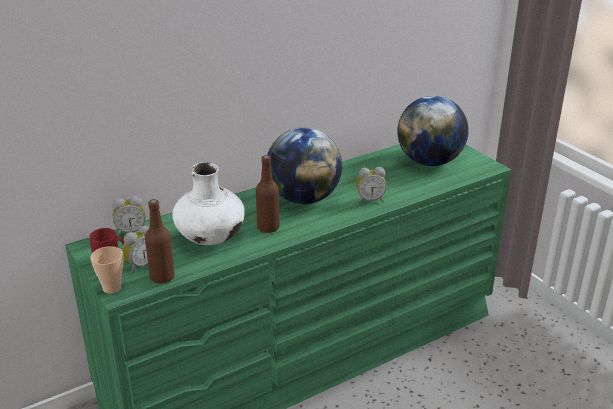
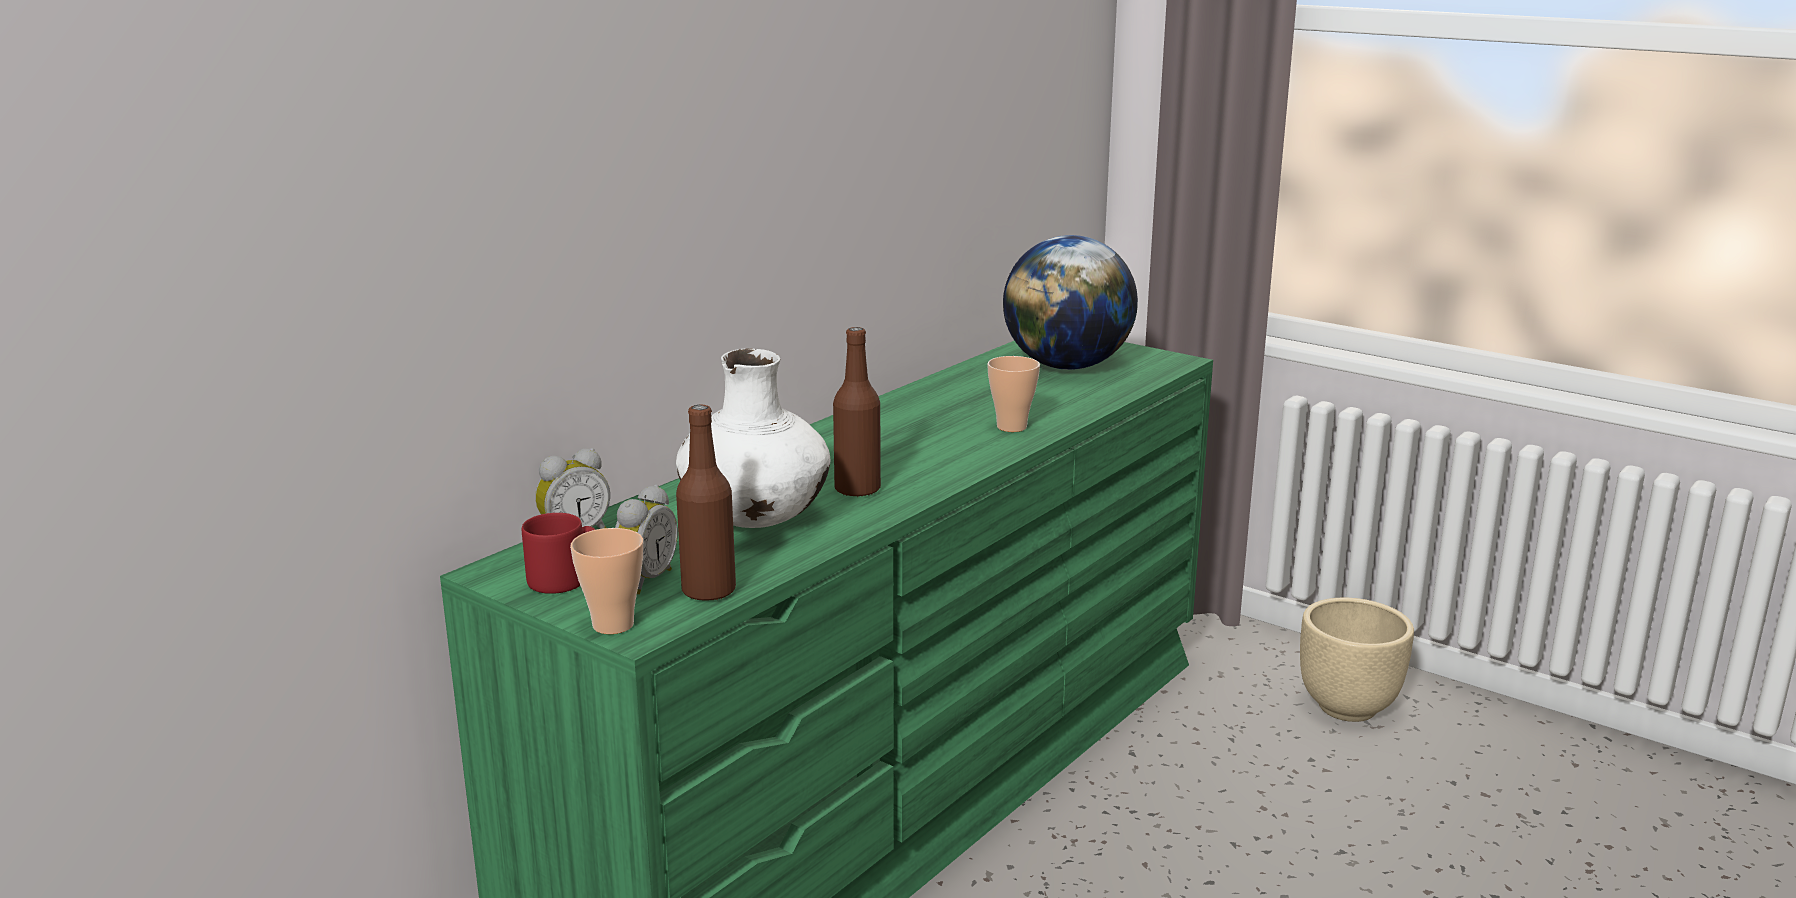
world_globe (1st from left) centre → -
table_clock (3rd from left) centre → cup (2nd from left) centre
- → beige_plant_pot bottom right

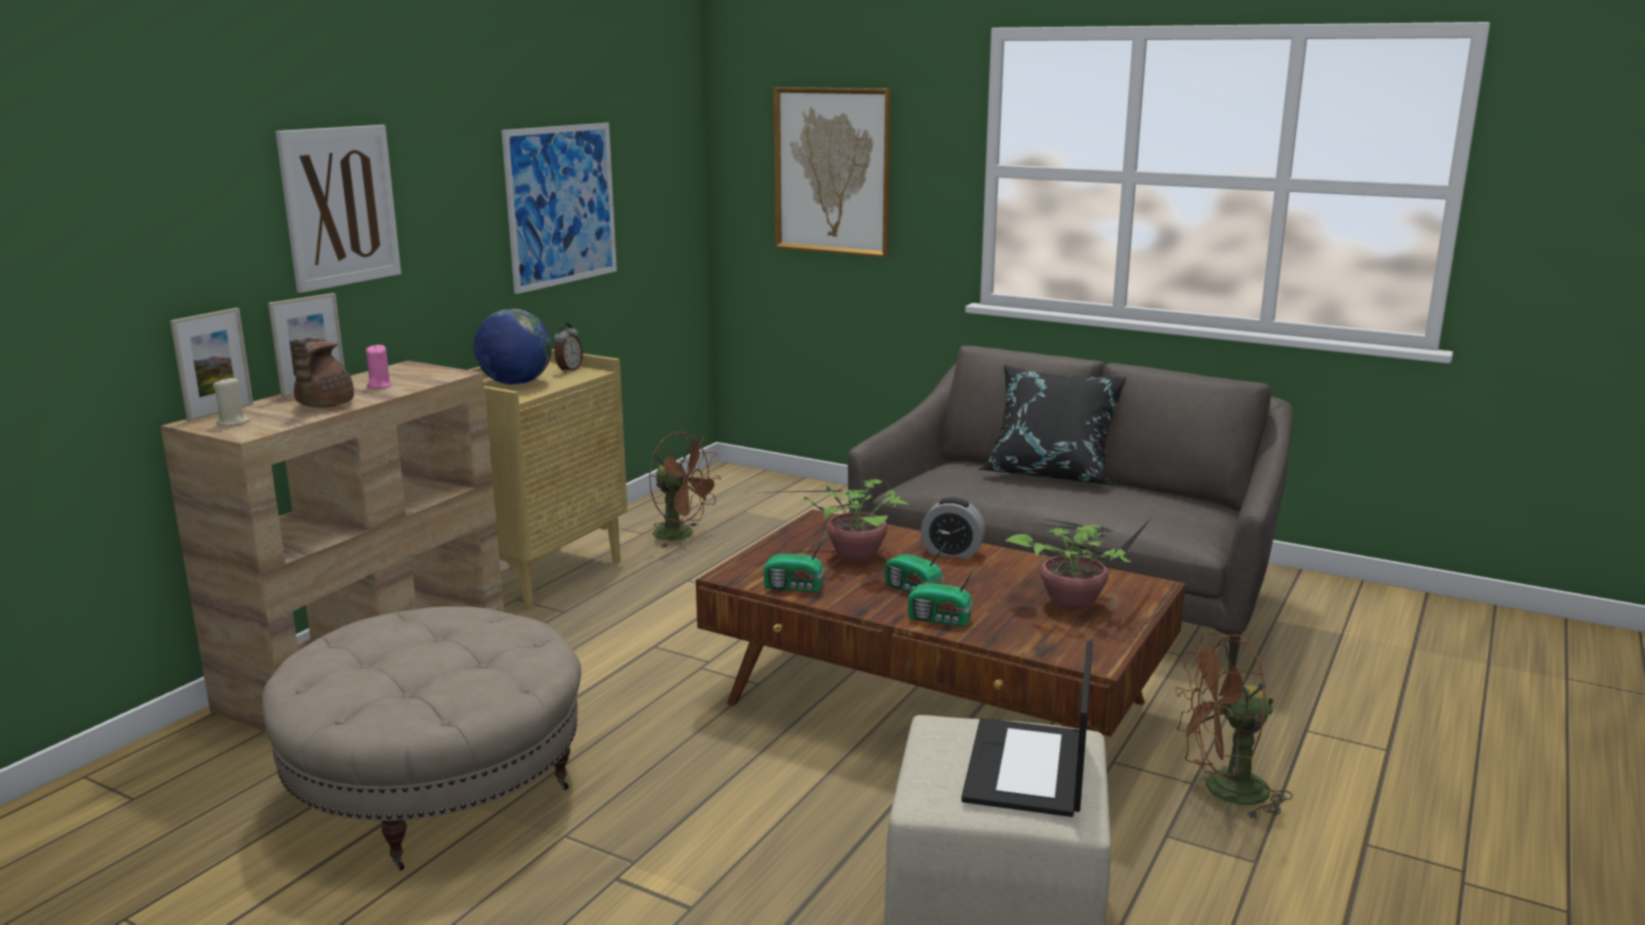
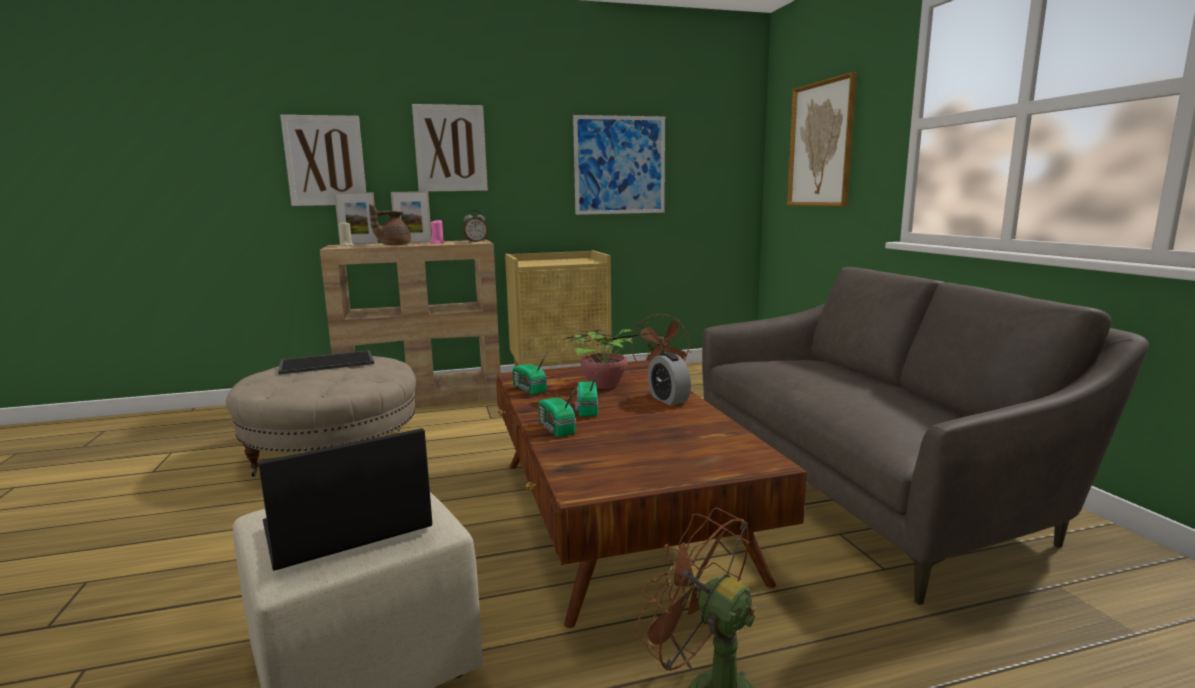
world_globe middle left → -
table_clock (1st from left) centre → table_clock (1st from left) top centre, moved
black-coloured_throw_pillow centre → -
houseplant (2nd from left) centre → -
- → picture (1st from left) top left
- → carrying_tray middle left

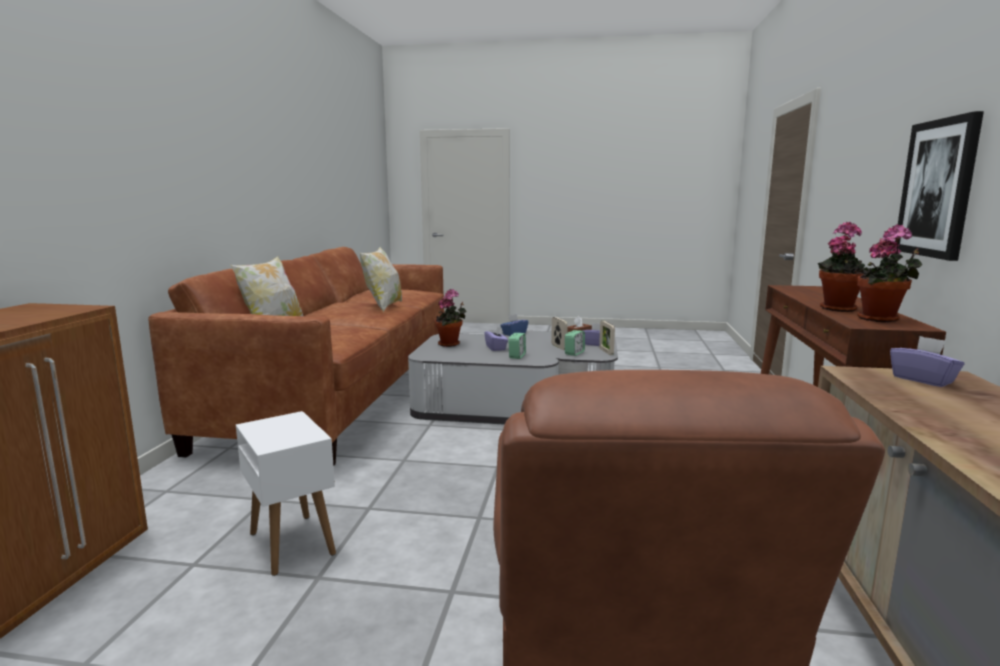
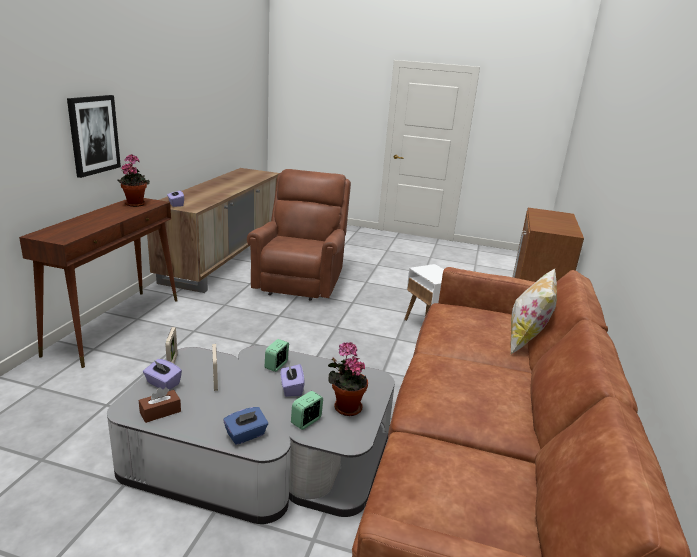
houseplant (2nd from left) middle right → -
throw_pillow (2nd from left) centre → -
table_clock (2nd from left) centre → table_clock (2nd from left) bottom centre, moved

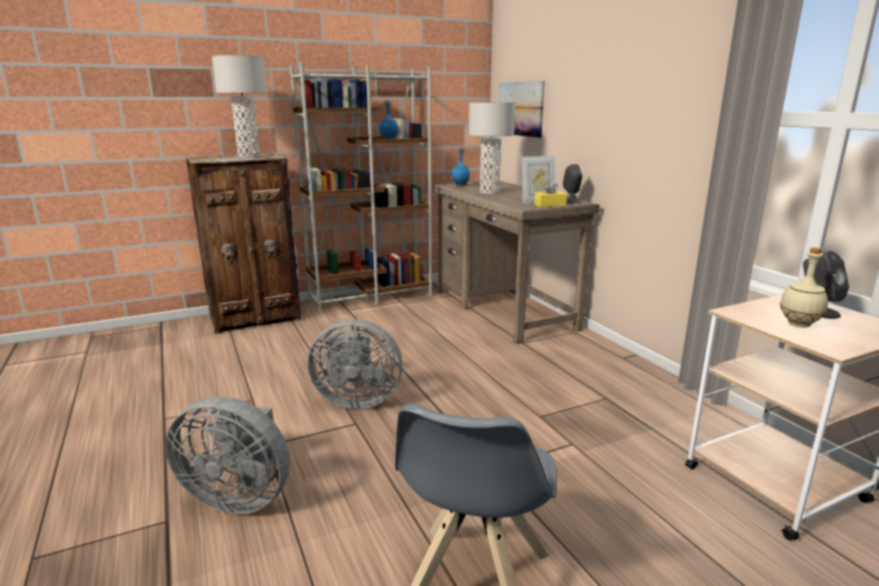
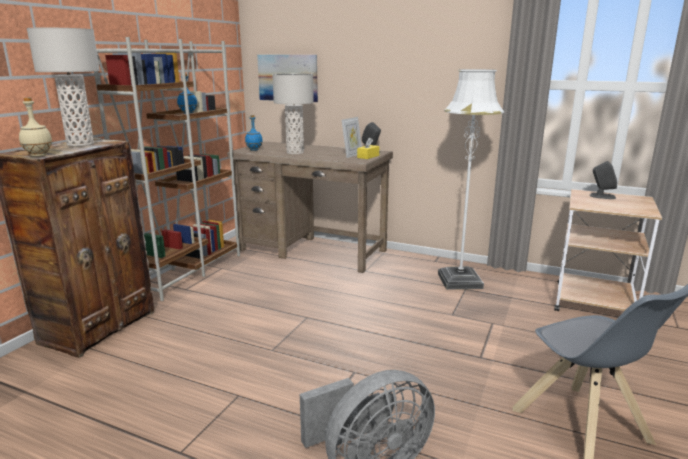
beige_drink_bottle middle right → beige_drink_bottle top left, moved
greyish_fan (2nd from left) centre → -
- → white_floor_lamp middle right

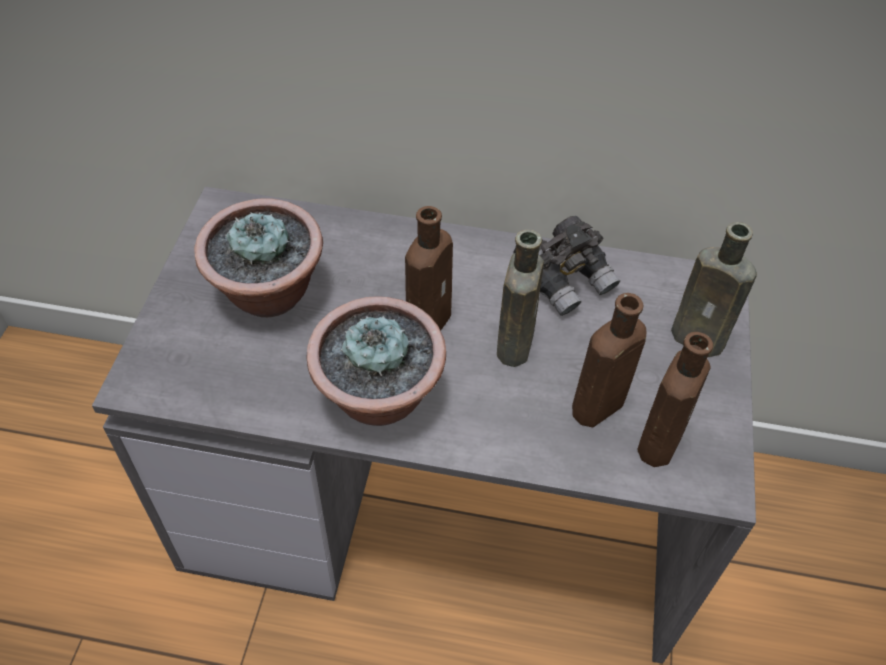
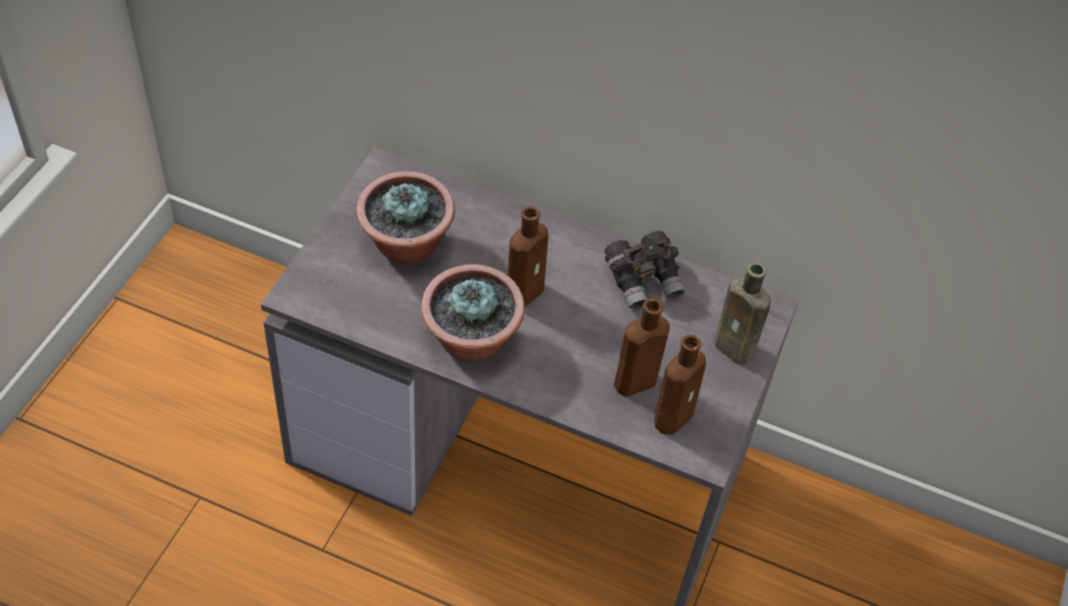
brown-coloured_drink_bottle (2nd from left) centre → -

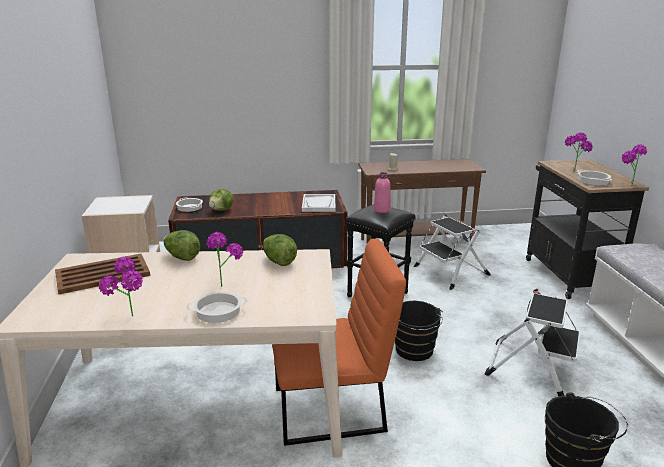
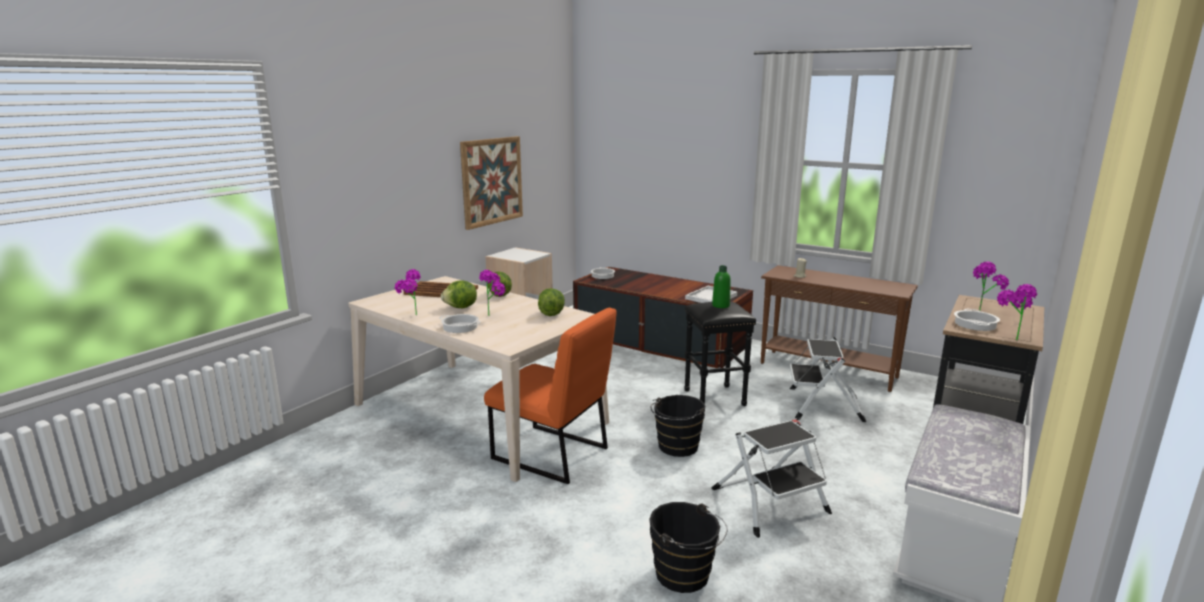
pink-coloured_drink_bottle centre → green_drink_bottle centre
head_of_lettuce (2nd from left in the first image) middle left → head_of_lettuce (1st from left) centre, moved
- → picture top centre

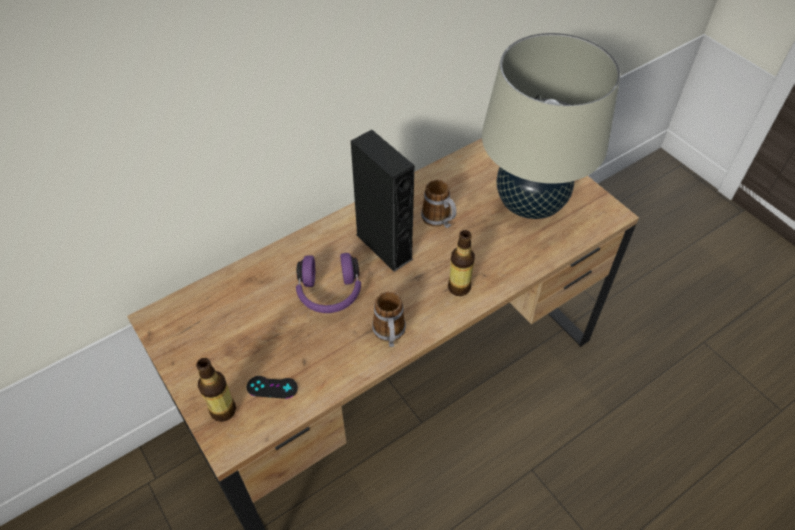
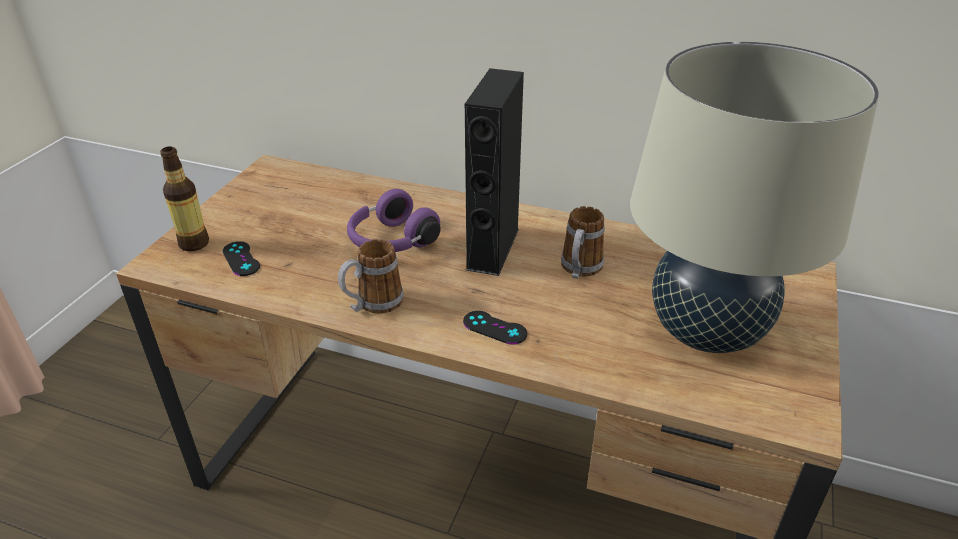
drink_bottle (2nd from left) centre → black-coloured_joypad (2nd from left) centre

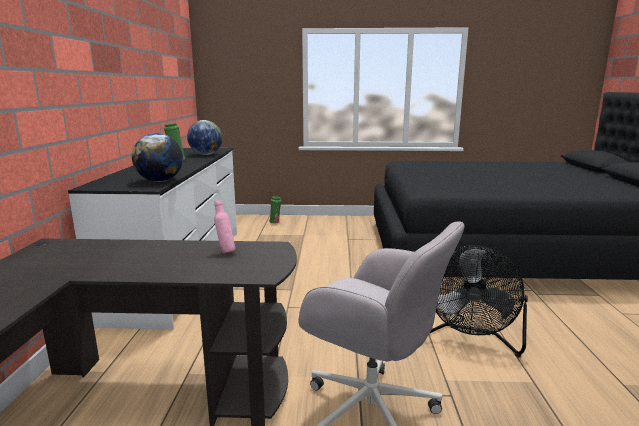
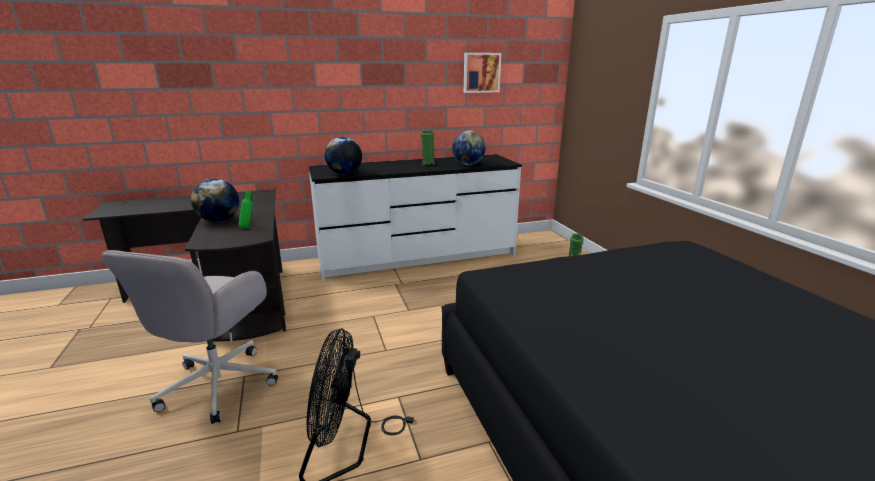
pink-coloured_drink_bottle centre → green_drink_bottle middle left
- → picture top centre
- → world_globe (1st from left) middle left

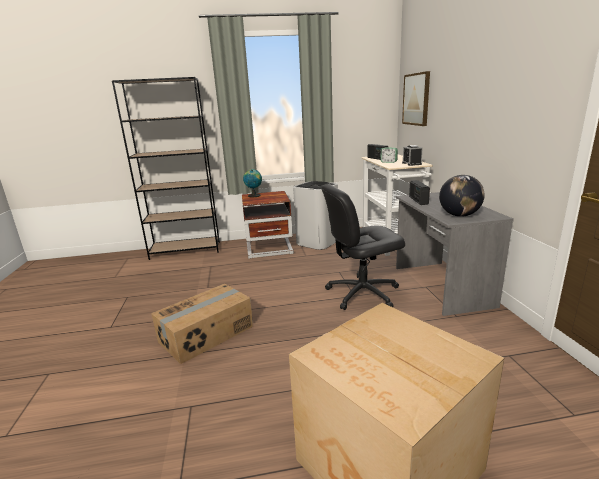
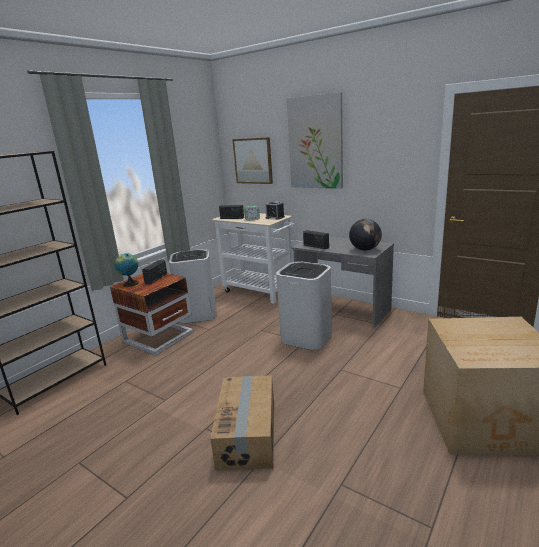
black-coloured_office_chair centre → white_trash_can (2nd from left) centre
- → picture (2nd from left) top centre
- → radio (1st from left) middle left

